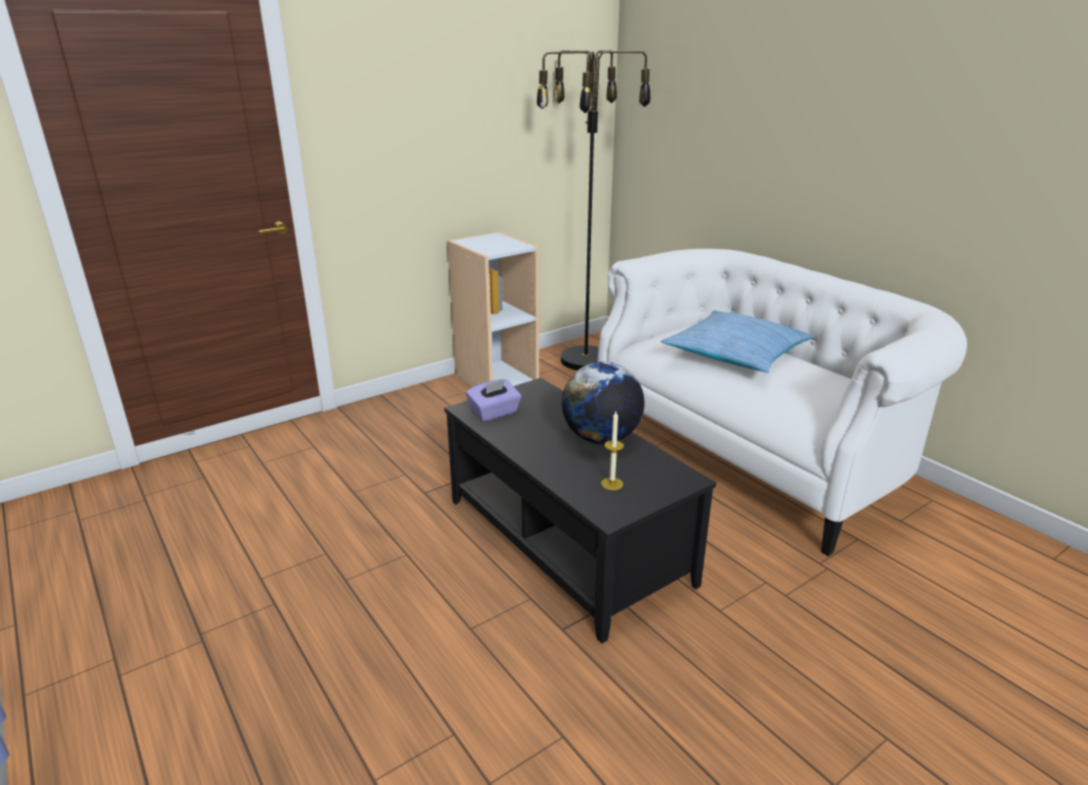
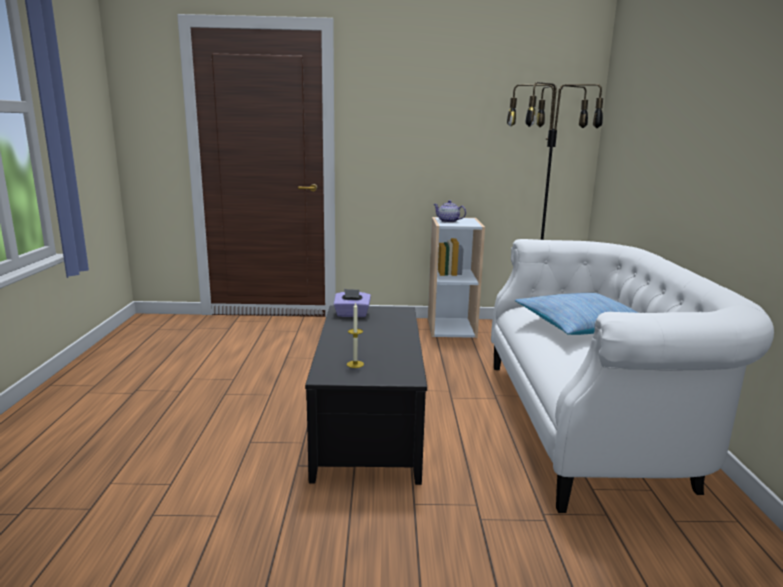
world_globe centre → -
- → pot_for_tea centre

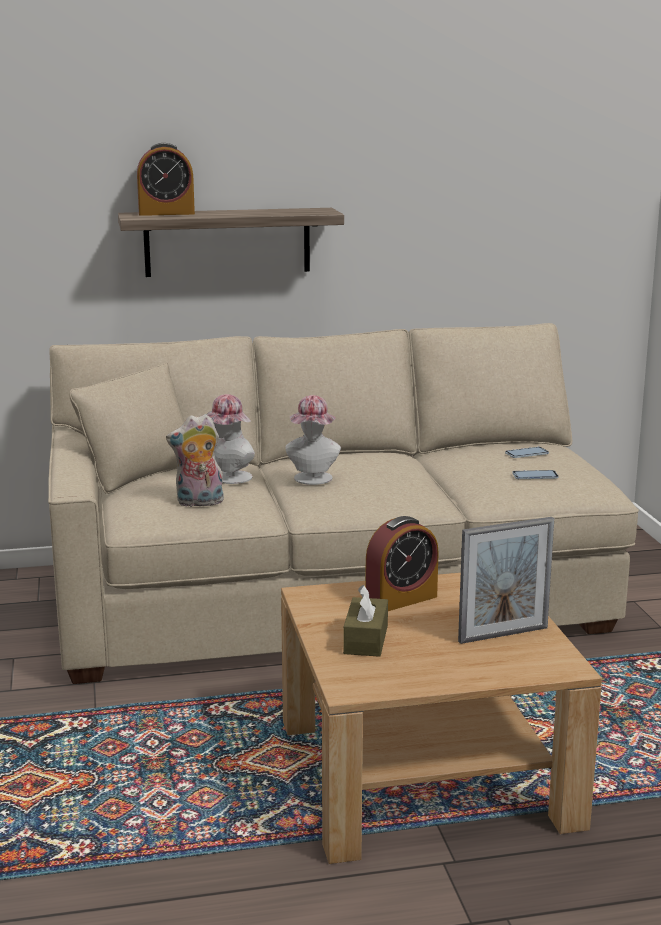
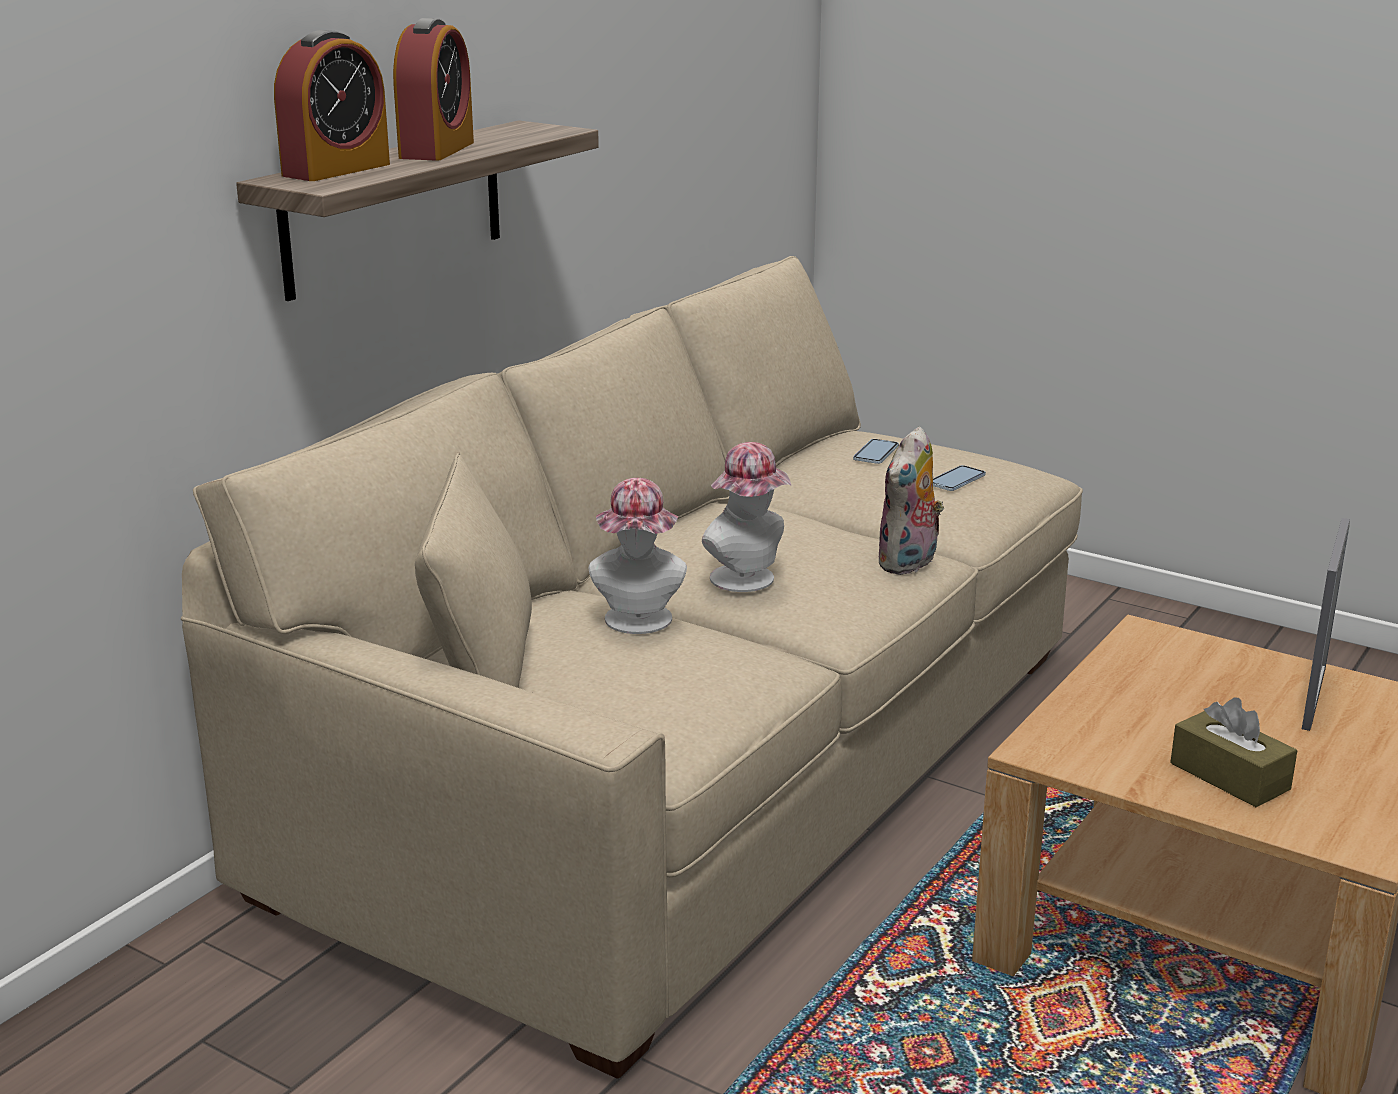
soft_toy middle left → soft_toy centre, moved
table_clock (2nd from left) centre → table_clock (2nd from left) top left, moved

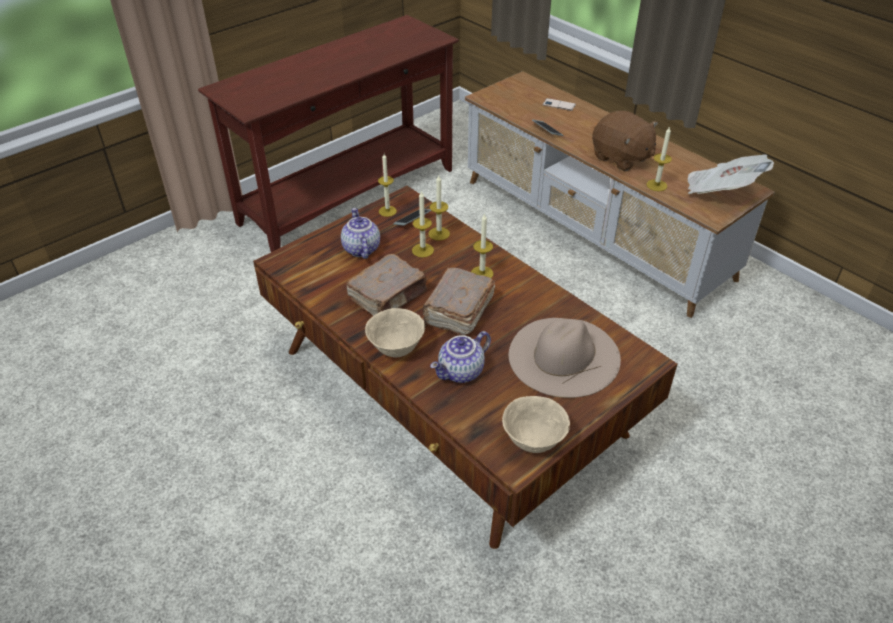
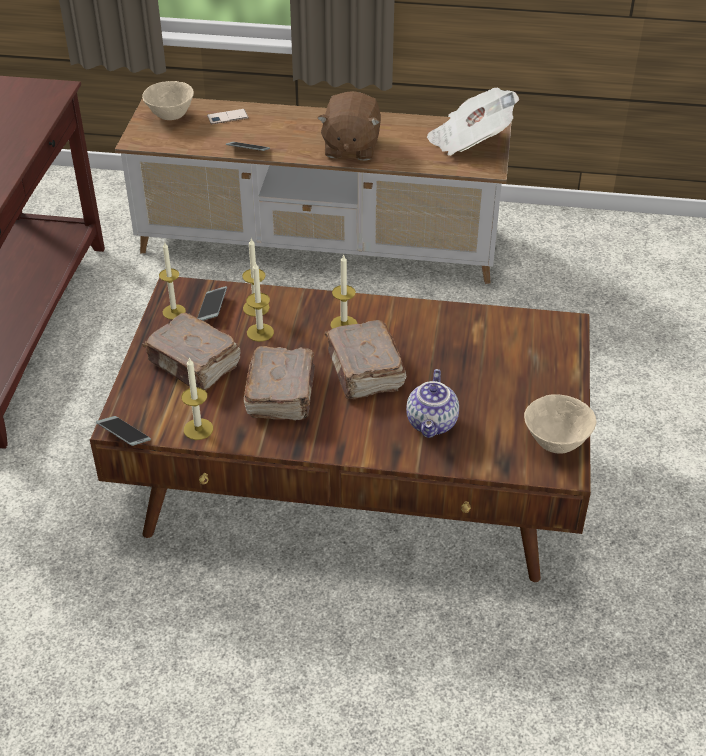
brown-coloured_soft_toy top right → brown-coloured_soft_toy top centre, 90 degrees clockwise
wax_candle (5th from left in the first image) top right → wax_candle (2nd from left) middle left, moved
pot_for_tea (1st from left) centre → brown-coloured_bound_book (1st from left) middle left
beige_deep_dish (1st from left) centre → beige_deep_dish (1st from left) top left, moved
beige_clothing_hat centre → -
- → phone (1st from left) middle left

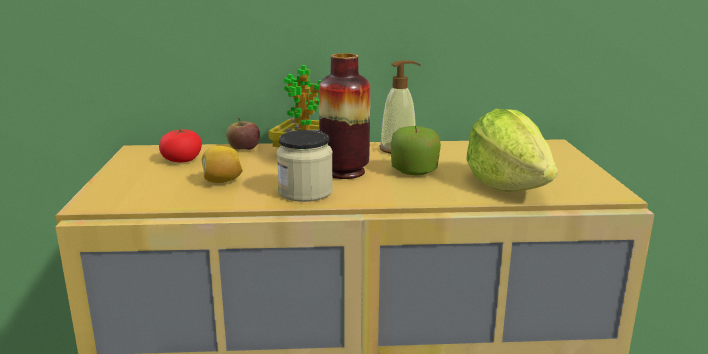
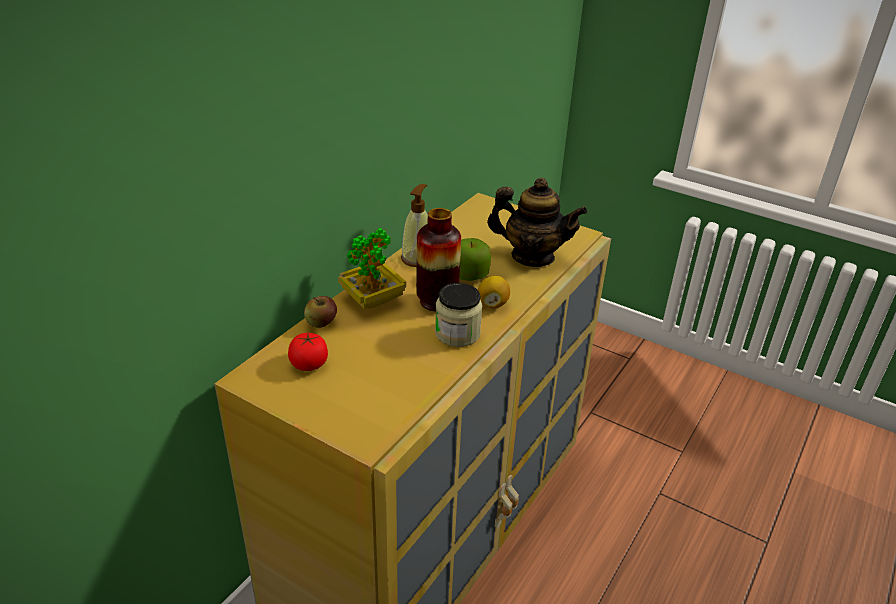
head_of_lettuce middle right → pot_for_tea centre
whole_lemon middle left → whole_lemon centre, moved

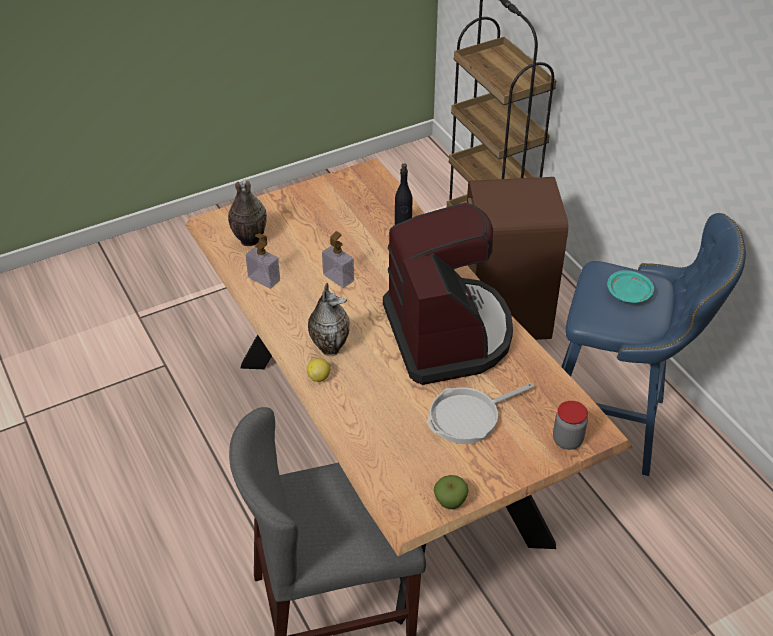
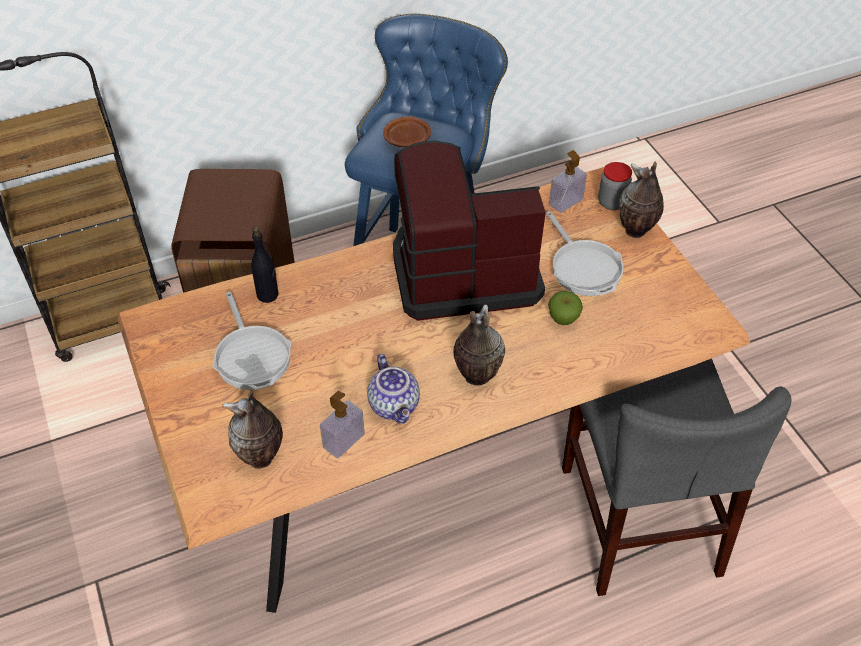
soap_dispenser (2nd from left) centre → soap_dispenser (2nd from left) top centre, moved
turquoise-coloured_plate middle right → brown-coloured_plate top centre
whole_lemon centre → -
apple bottom centre → apple centre, moved
- → decorative_vase (3rd from left) top right
- → pan (1st from left) middle left
- → pot_for_tea centre

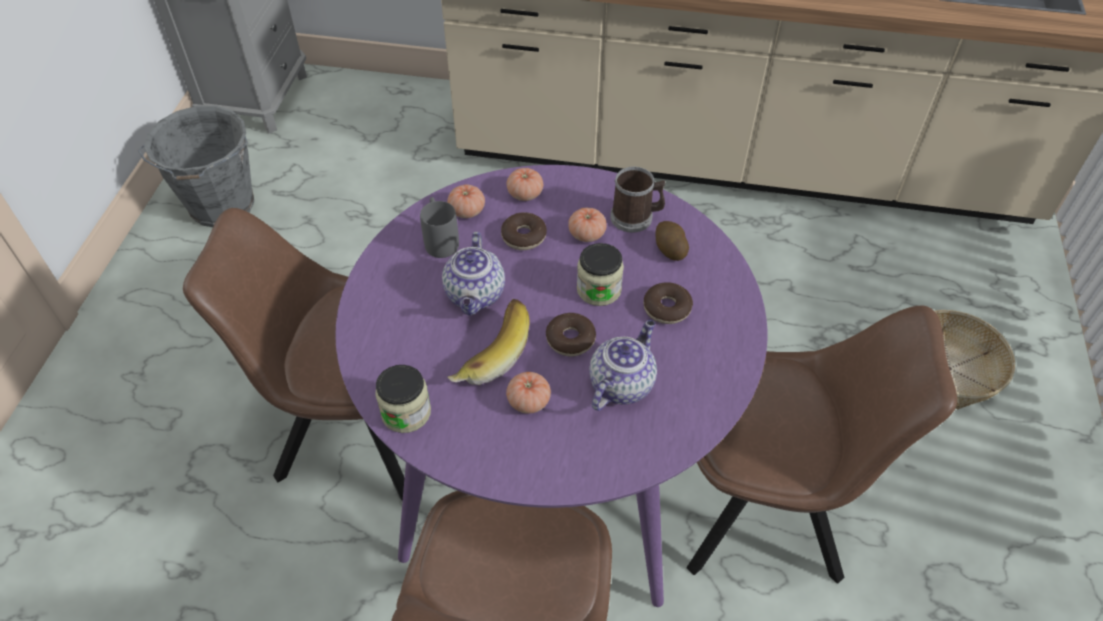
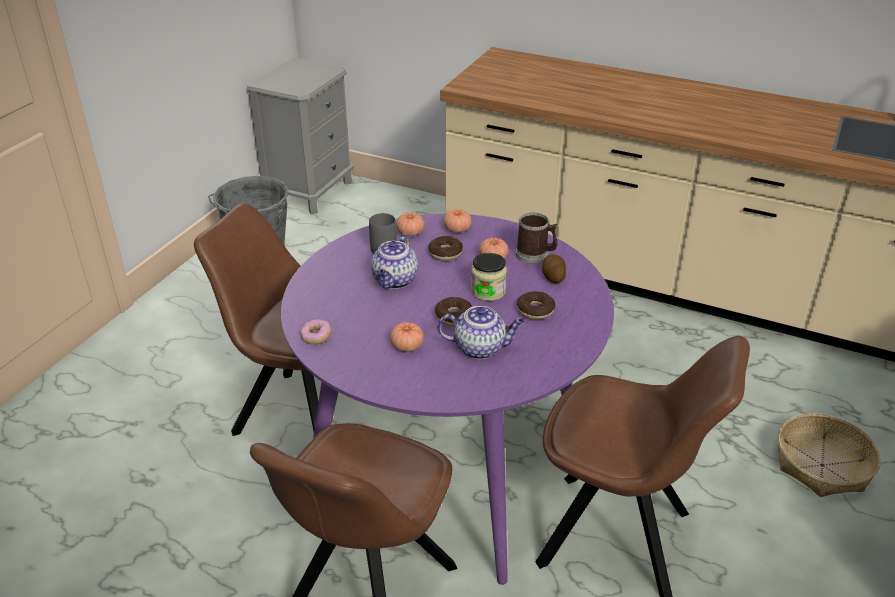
banana_fruit centre → -
pot_for_tea (2nd from left) centre, 45 degrees clockwise
preserve_jar (1st from left) centre → donut (1st from left) centre

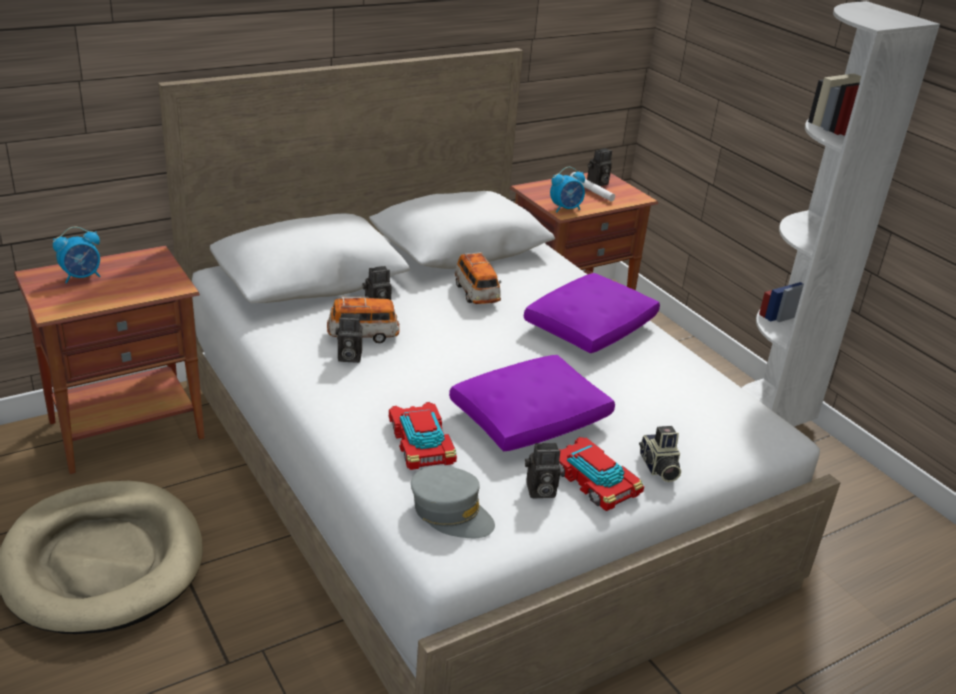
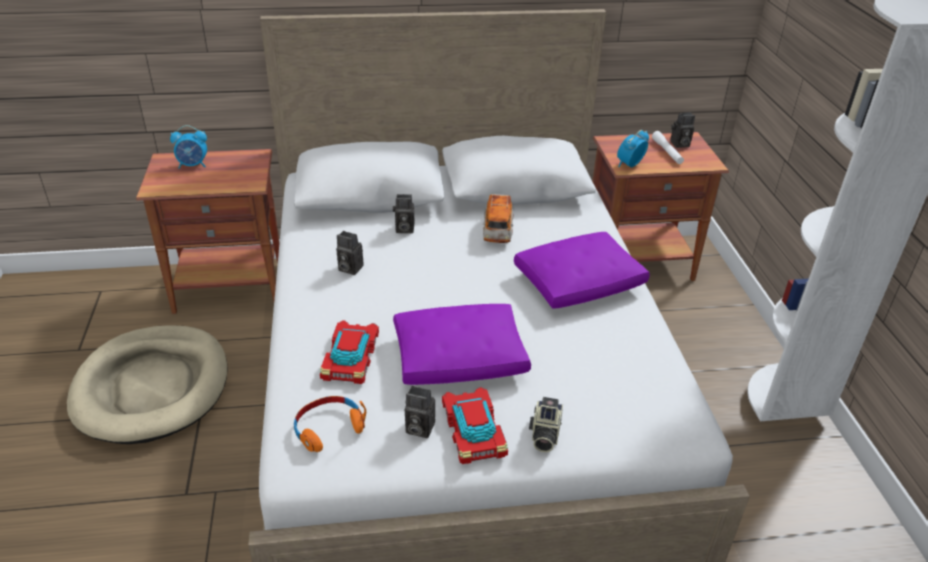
table_clock (2nd from left) top centre → table_clock (2nd from left) top right, 135 degrees clockwise
miniature_car (1st from left) centre → -
greyish_peaked_cap bottom centre → orangey_pair_of_headphones bottom centre

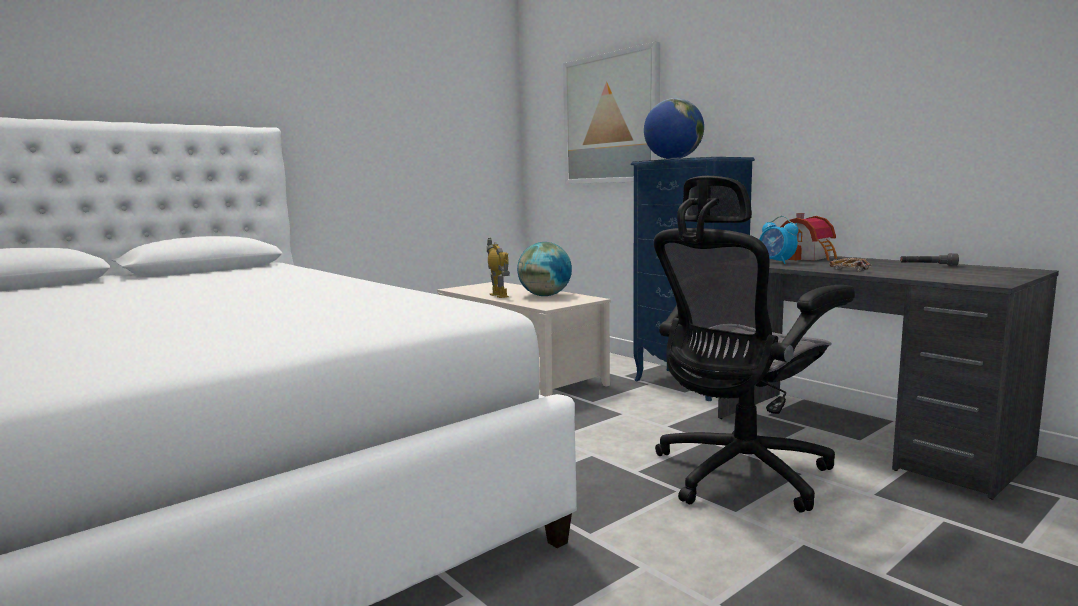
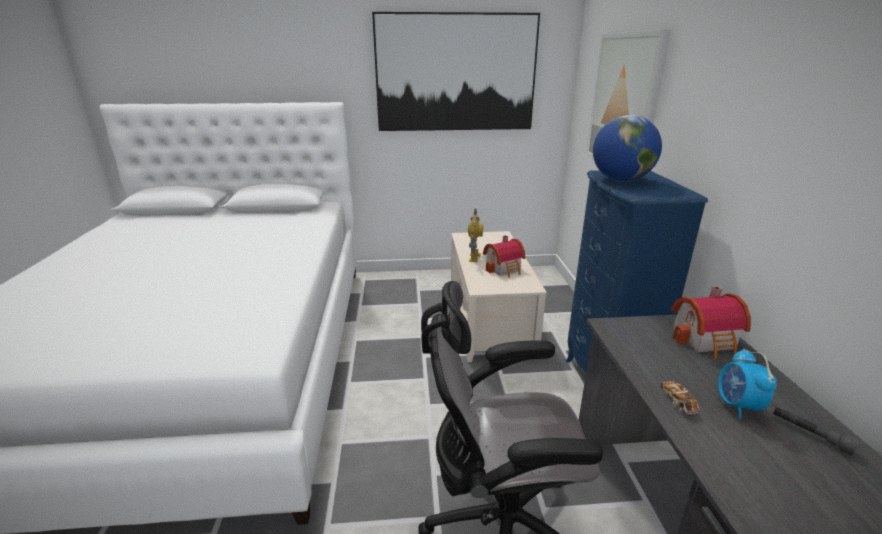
table_clock middle right → table_clock bottom right, moved
world_globe (1st from left) centre → toy_house (1st from left) centre
- → picture (1st from left) top centre

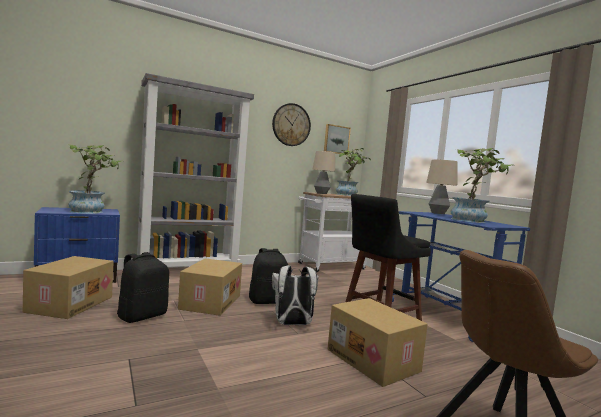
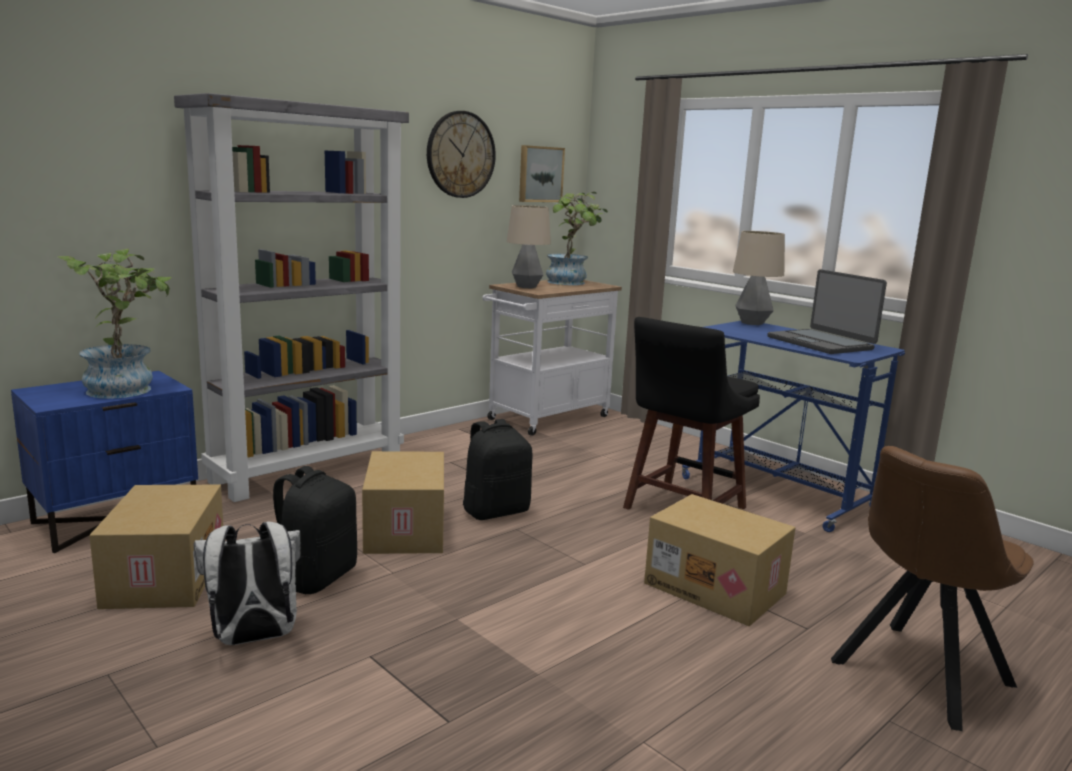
houseplant (3rd from left) middle right → portable_computer middle right
white_backpack bottom centre → white_backpack bottom left, moved

